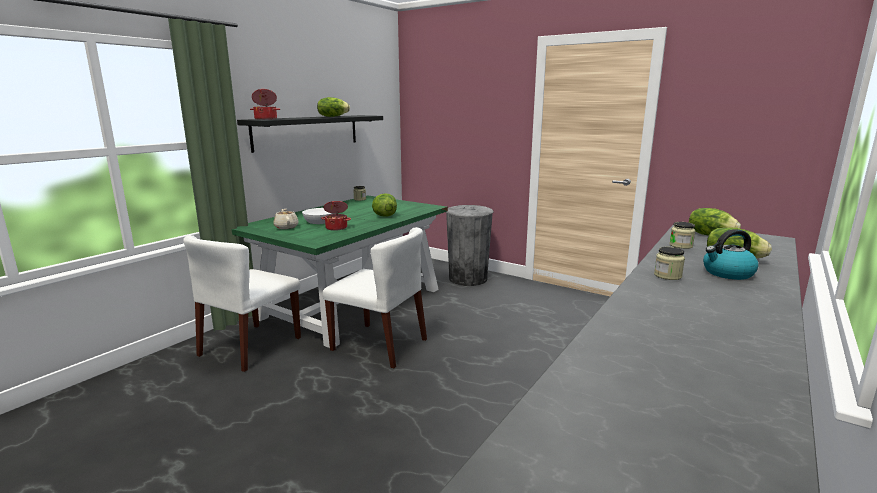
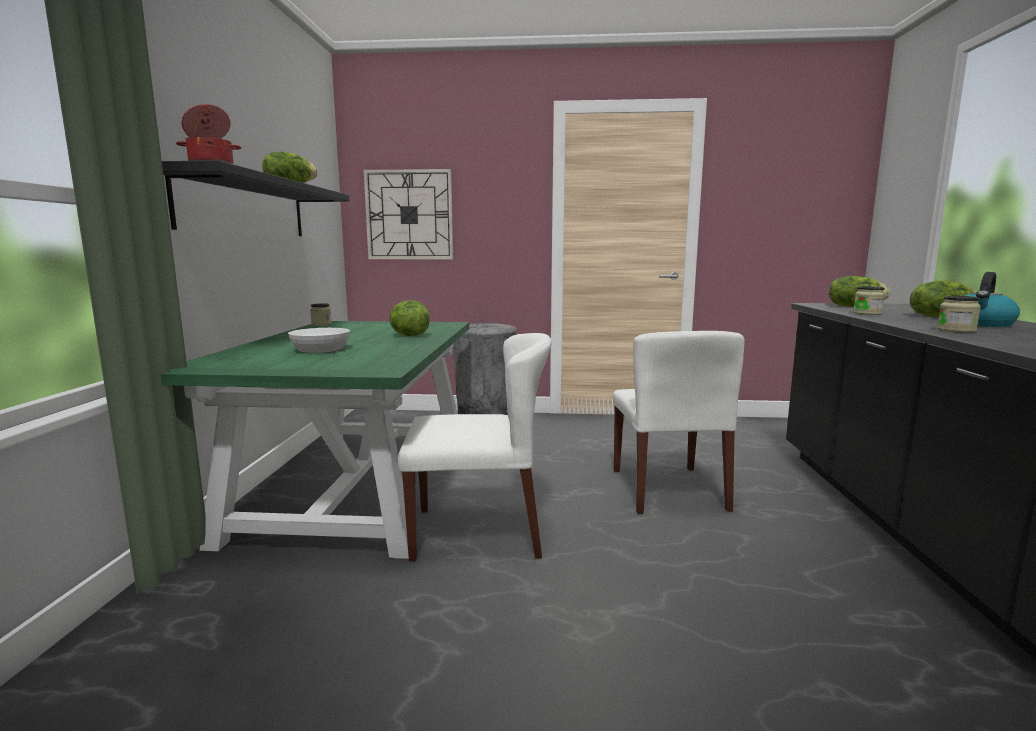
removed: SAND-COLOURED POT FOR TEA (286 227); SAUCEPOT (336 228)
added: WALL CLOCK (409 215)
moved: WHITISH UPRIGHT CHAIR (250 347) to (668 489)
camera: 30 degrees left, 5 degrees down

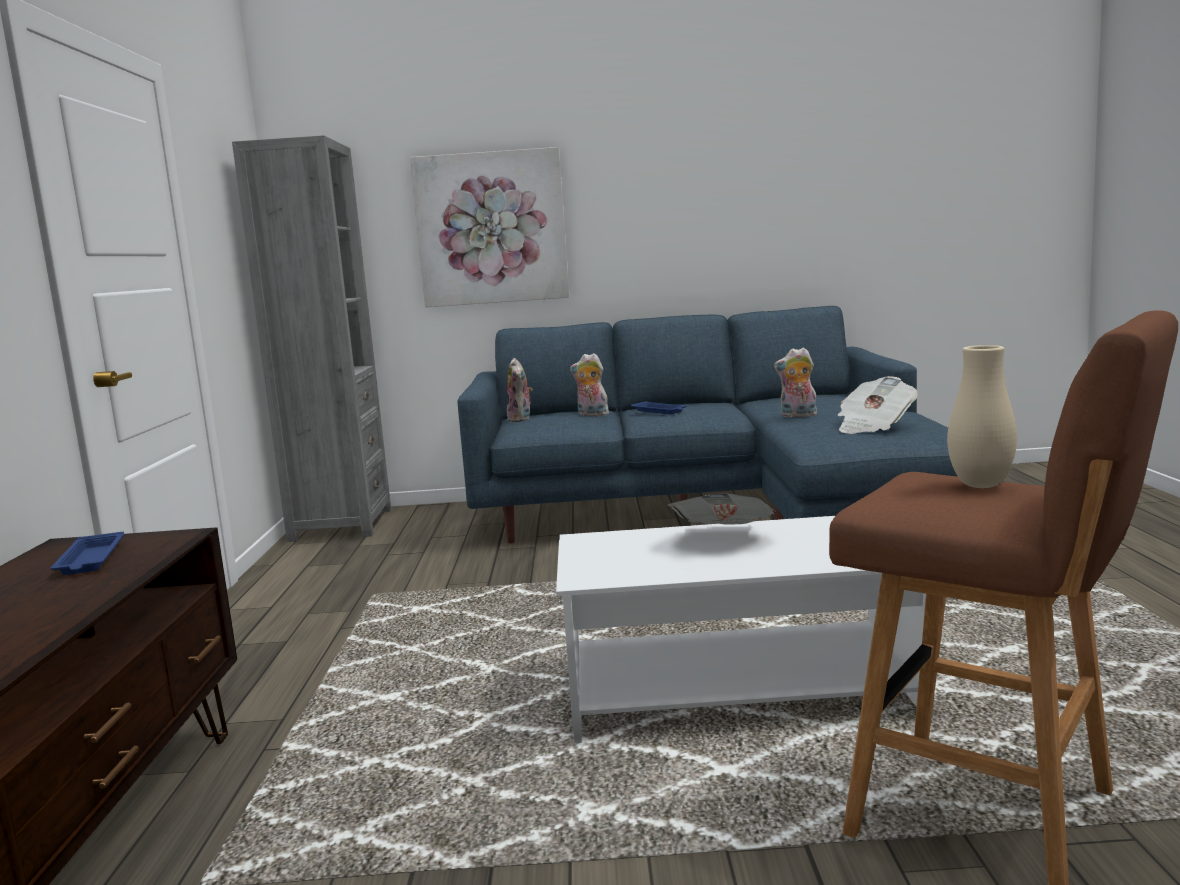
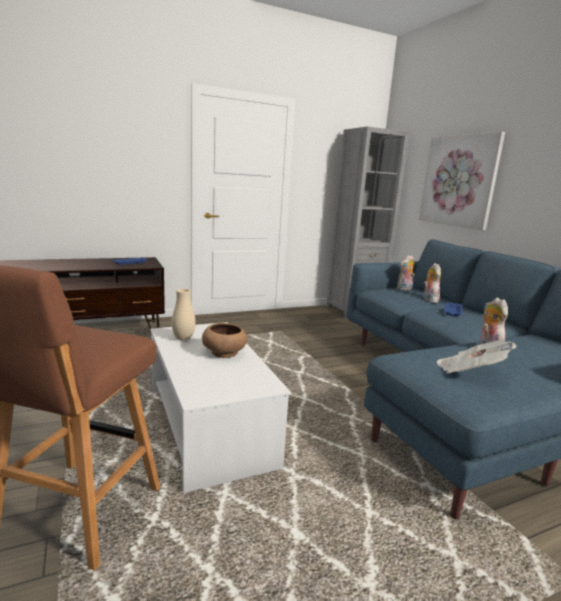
moved: SAND-COLOURED DECORATIVE VASE (980 485) to (183 339)
replaced: DAILY PAPER (724 539) to BROWNISH DEEP DISH (224 352)
camera: 65 degrees right, 5 degrees up

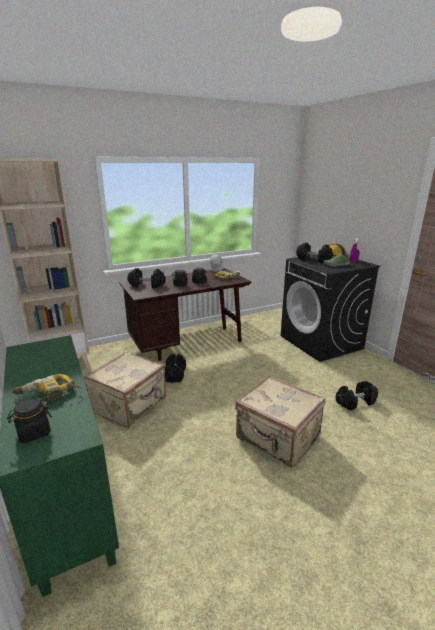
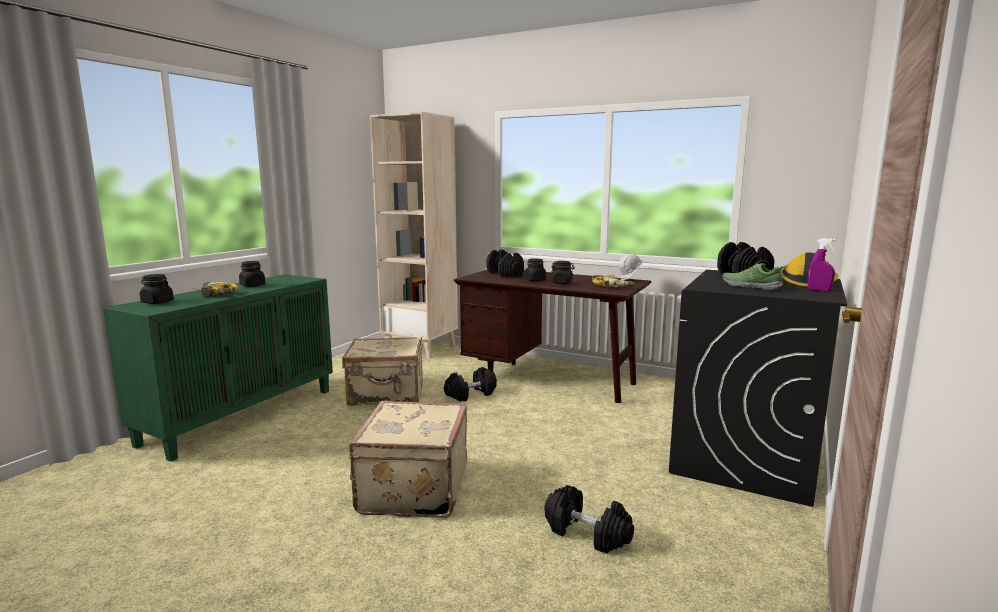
added: BLACK-COLOURED JAR (252 285)
camera: 55 degrees right, 10 degrees down

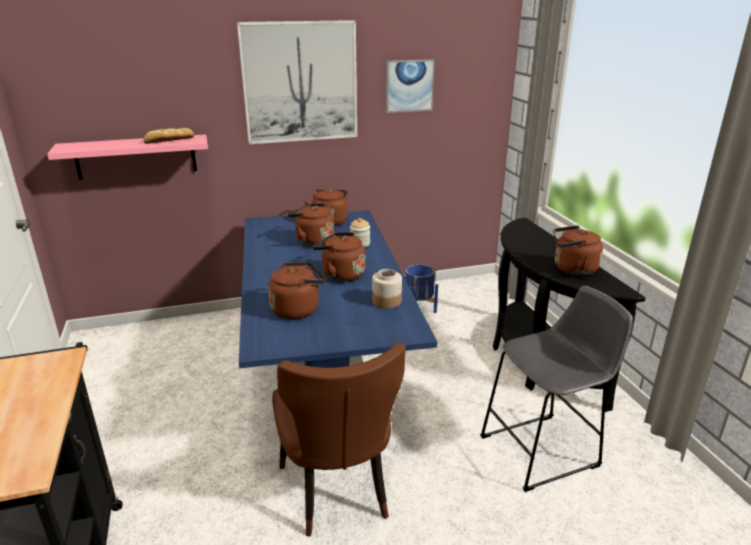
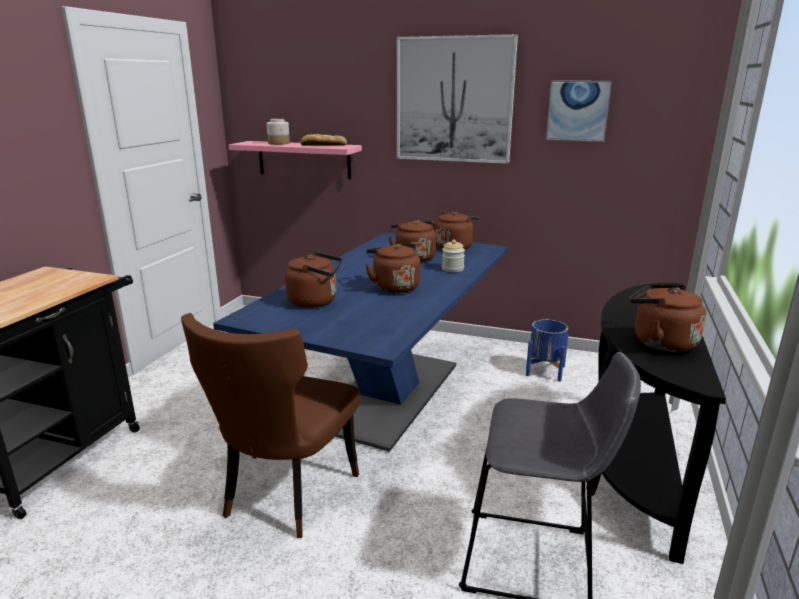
moved: JAR (387 301) to (279 143)
camera: 35 degrees right, 5 degrees down

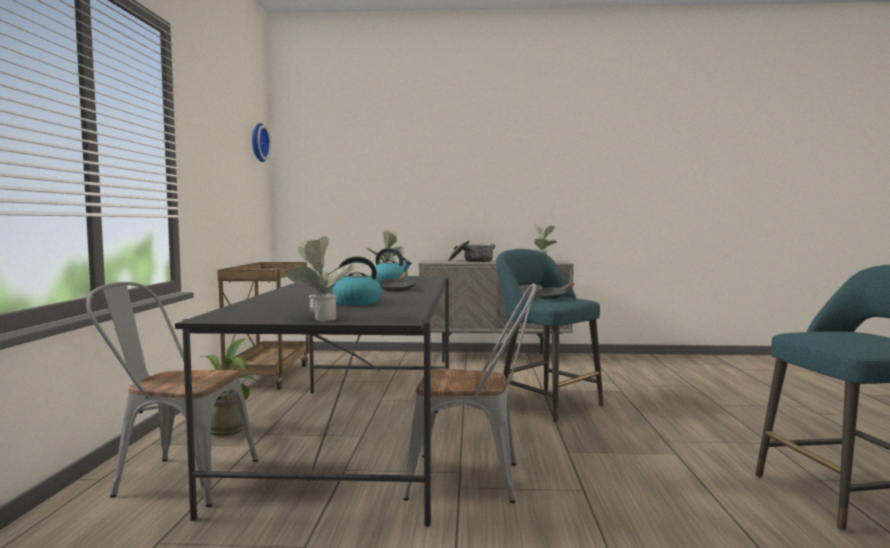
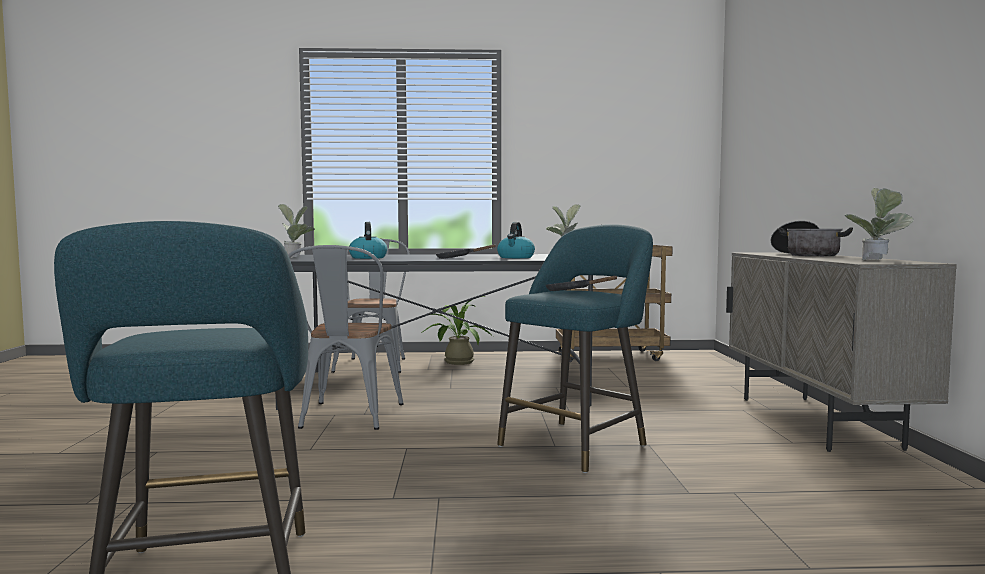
removed: WALL CLOCK (257 142)
camera: 85 degrees right, 0 degrees up

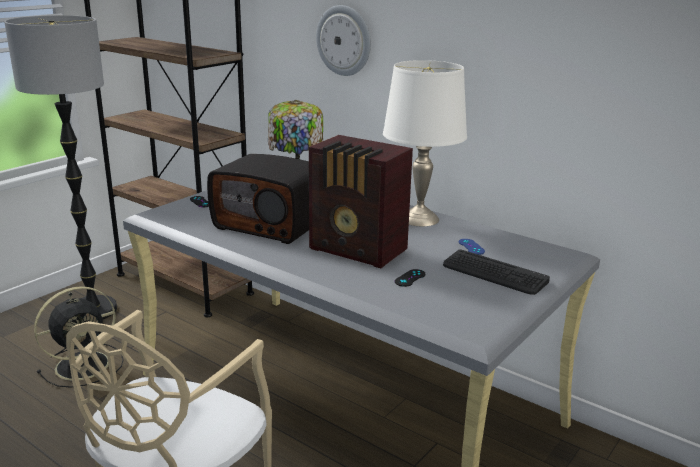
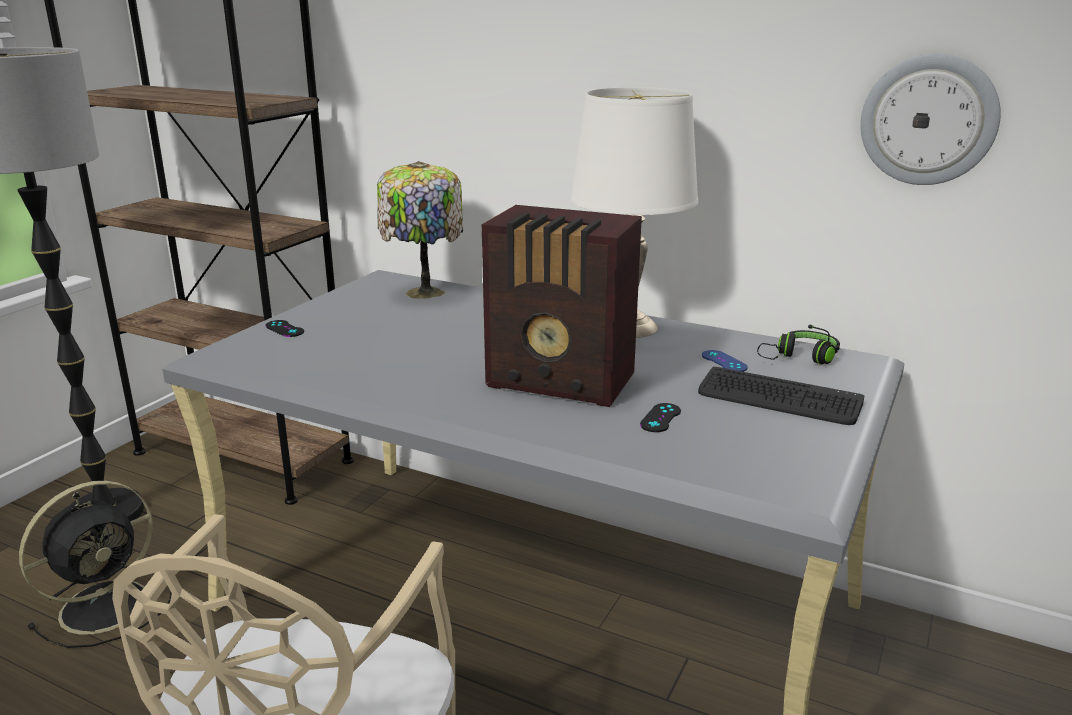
removed: RADIO RECEIVER (271 224)
added: BLACK-COLOURED HEADSET (800 357)
moved: WALL CLOCK (344 40) to (928 120)
camera: 10 degrees left, 0 degrees up

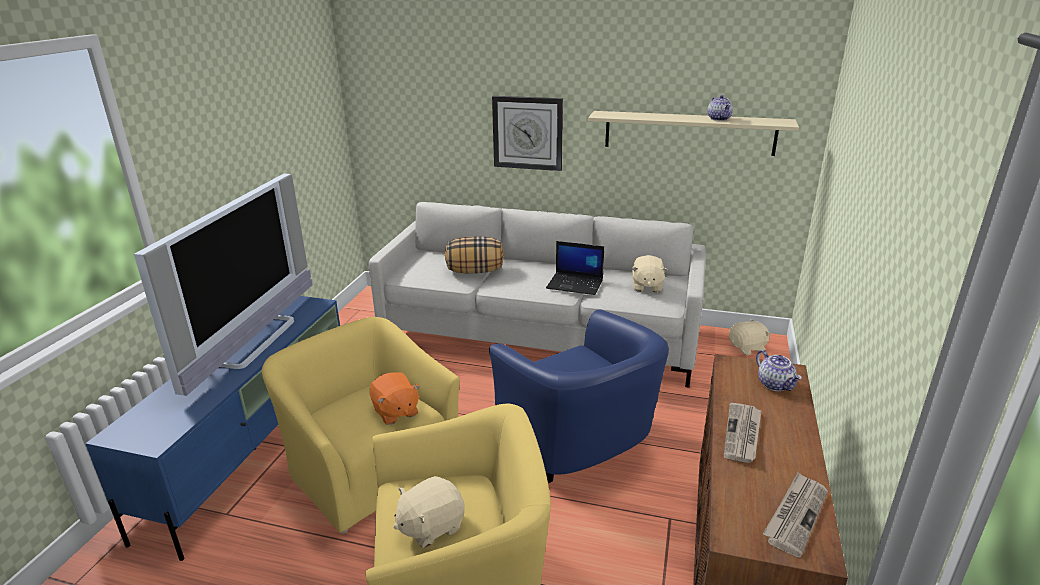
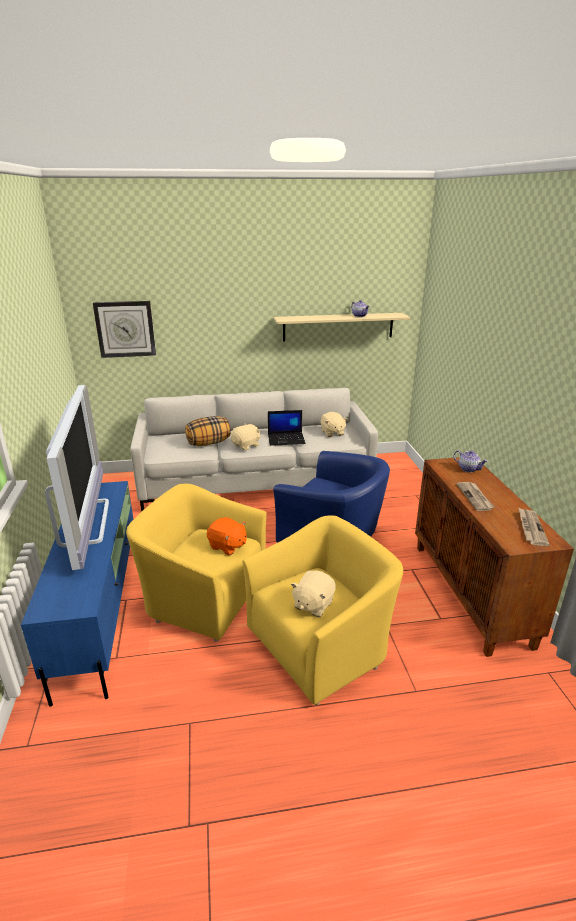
moved: WALL CLOCK (528 133) to (125 329); SAND-COLOURED CUDDLY TOY (748 348) to (246 445)
camera: 25 degrees left, 0 degrees up

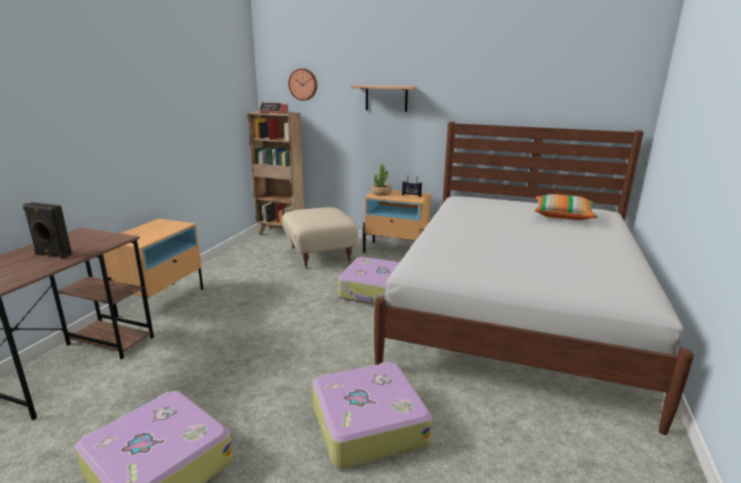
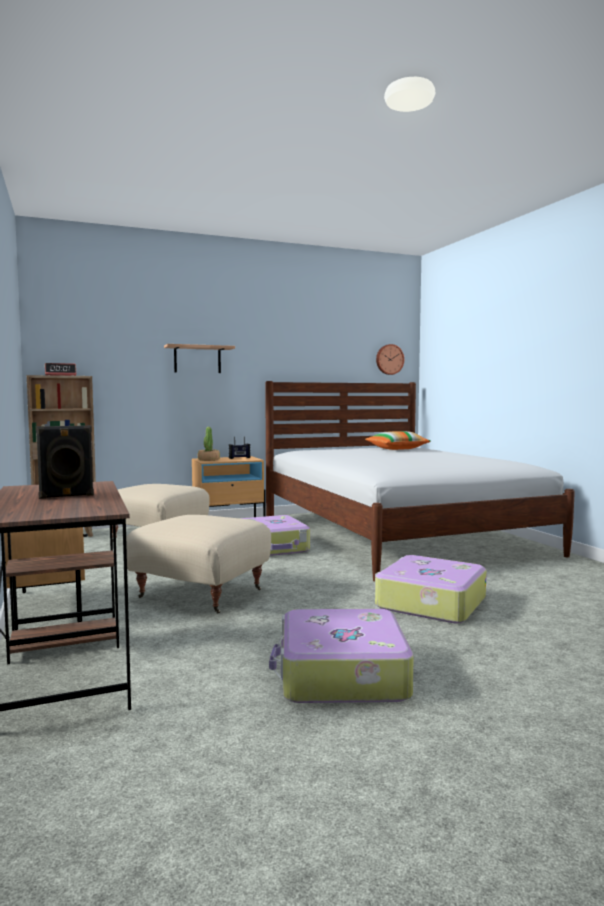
added: SAND-COLOURED POUFFE (200 594)
moved: WALL CLOCK (303 84) to (389 359)
camera: 40 degrees left, 15 degrees down

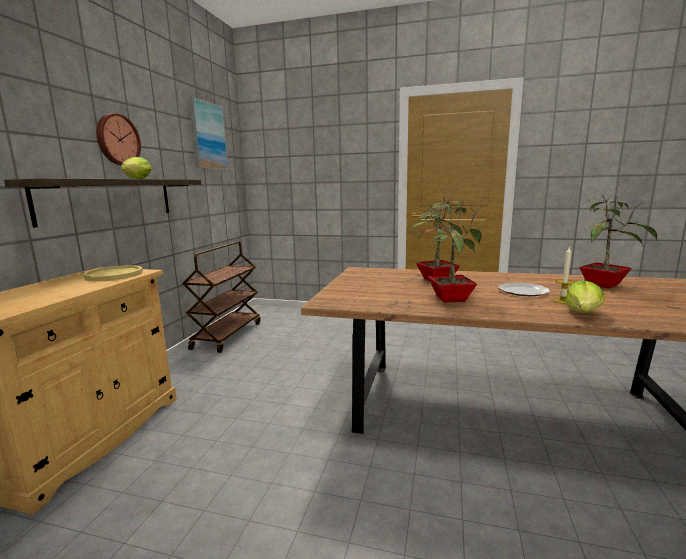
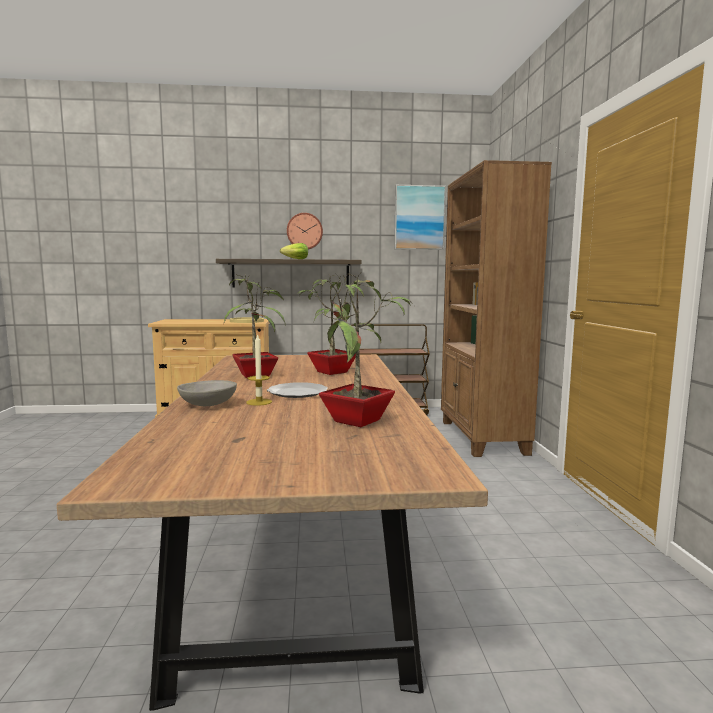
added: BROWNISH BOOKSHELF (482 437)
replaced: LETTUCE HEAD (583 313) to GREYISH DEEP DISH (208 405)
camera: 70 degrees right, 5 degrees down

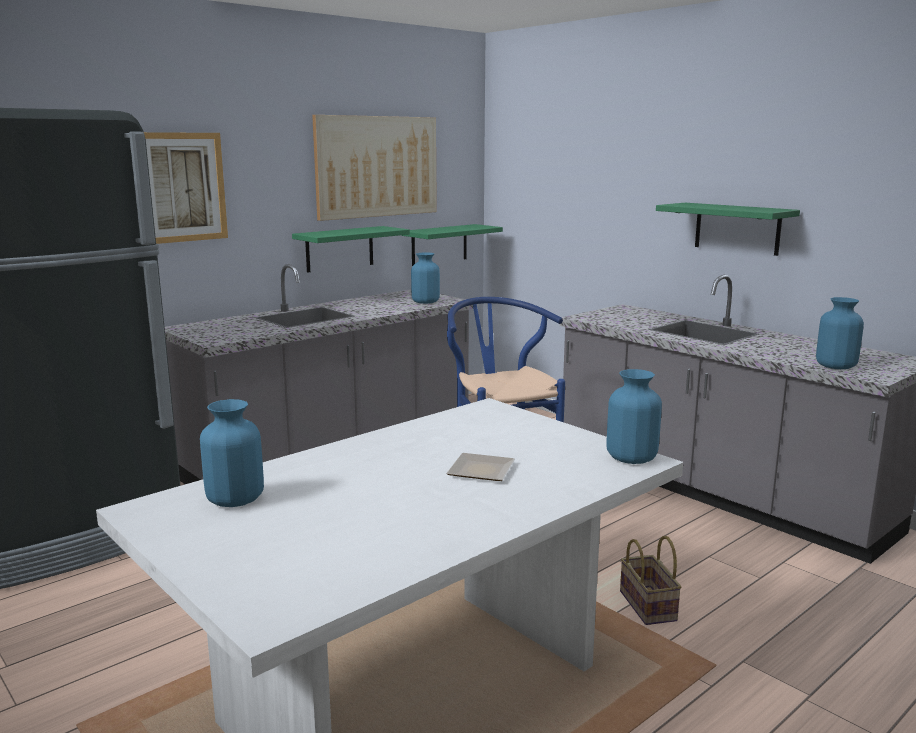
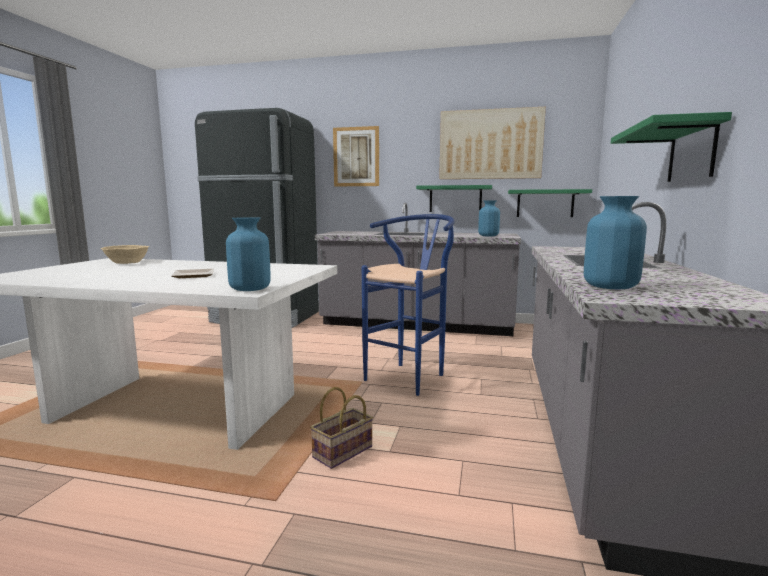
replaced: BLUISH DECORATIVE VASE (235 499) to SAND-COLOURED DEEP DISH (127 263)
camera: 55 degrees right, 5 degrees down

